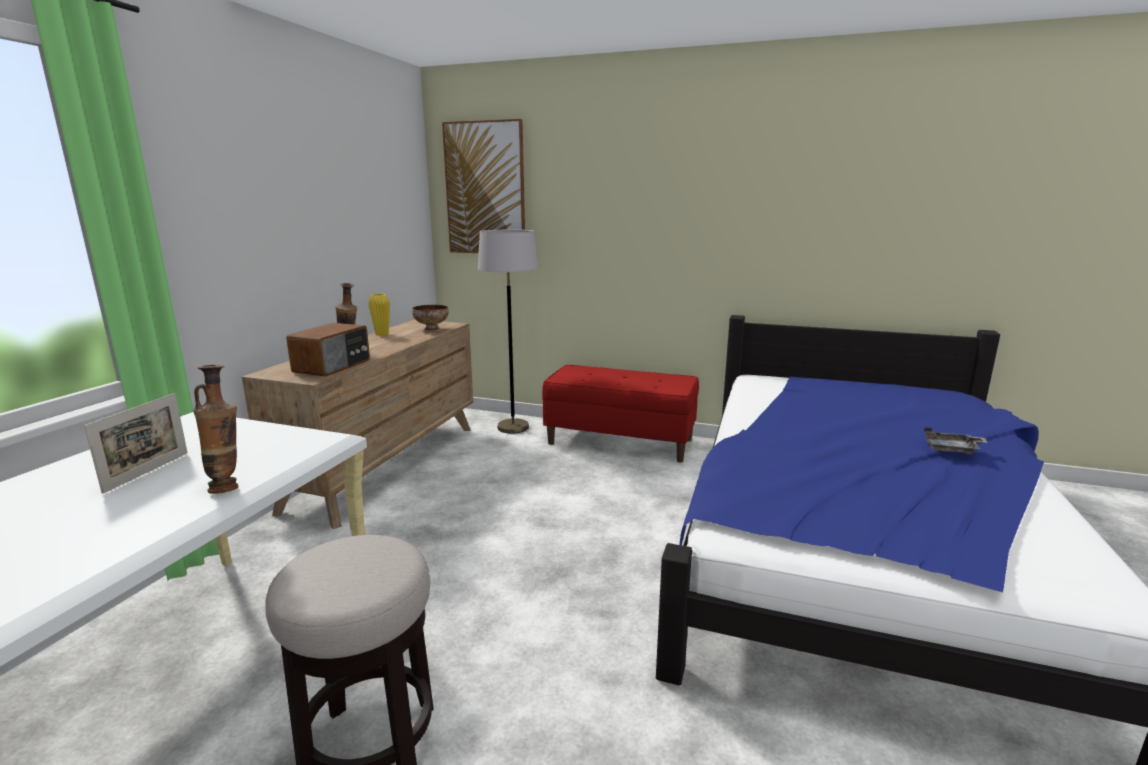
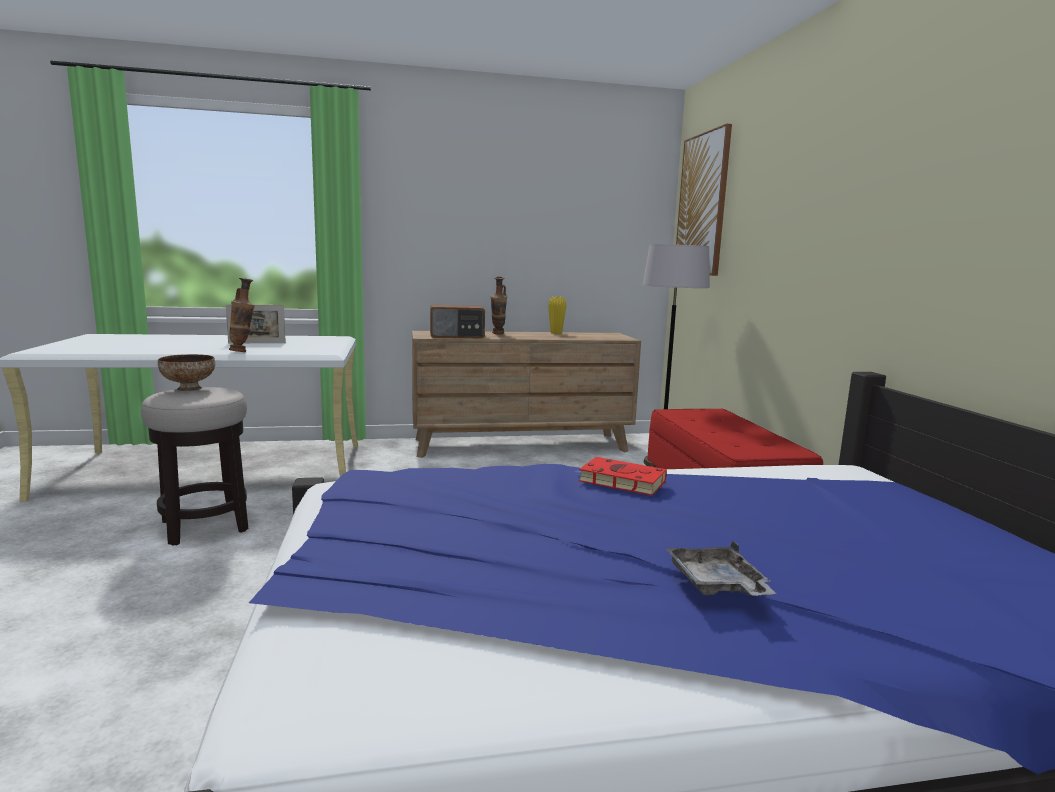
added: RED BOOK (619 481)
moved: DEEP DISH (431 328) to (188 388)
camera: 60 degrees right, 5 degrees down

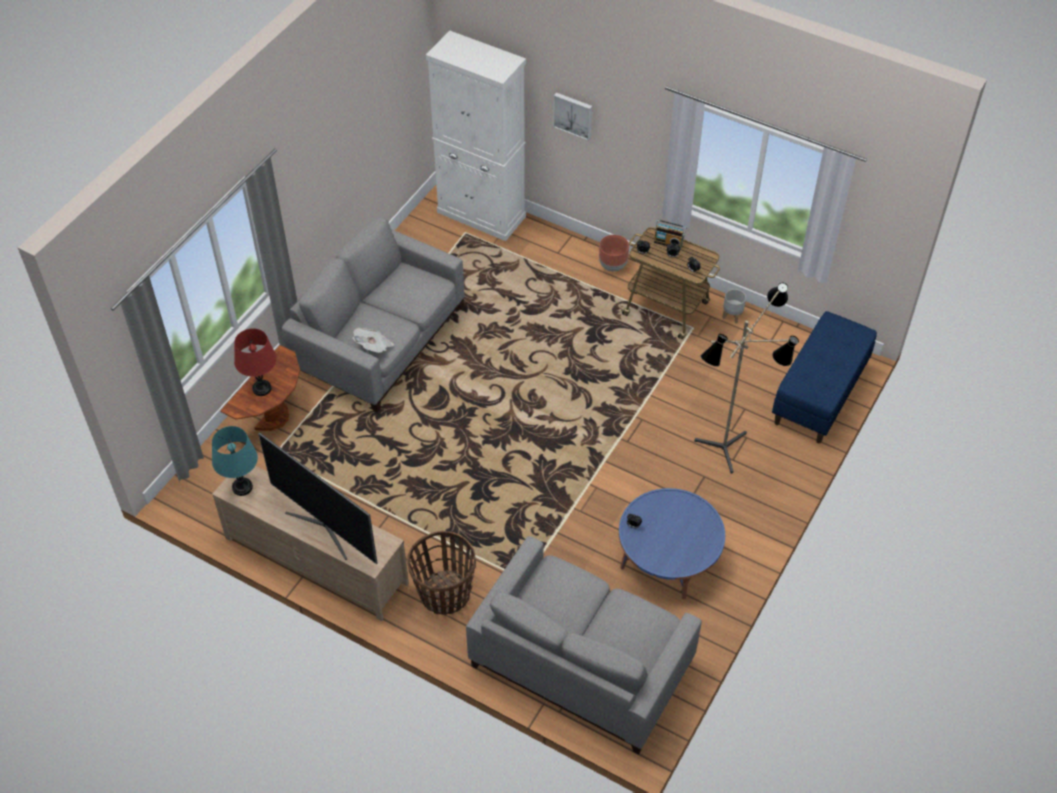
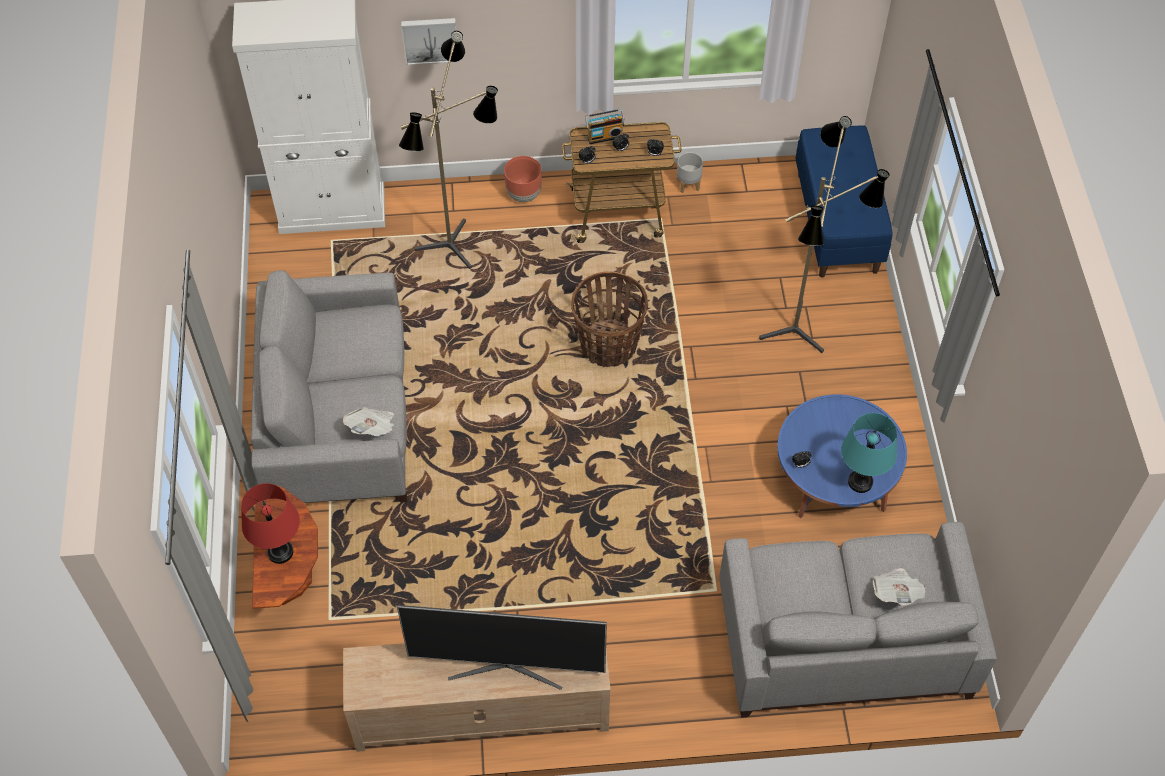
added: STANDARD LAMP (457 248); DAILY PAPER (896 592)
moved: HOUSEHOLD BASKET (444 594) to (608 345); TURQUOISE-COLOURED TABLETOP LAMP (242 487) to (860 482)
camera: 35 degrees left, 5 degrees up

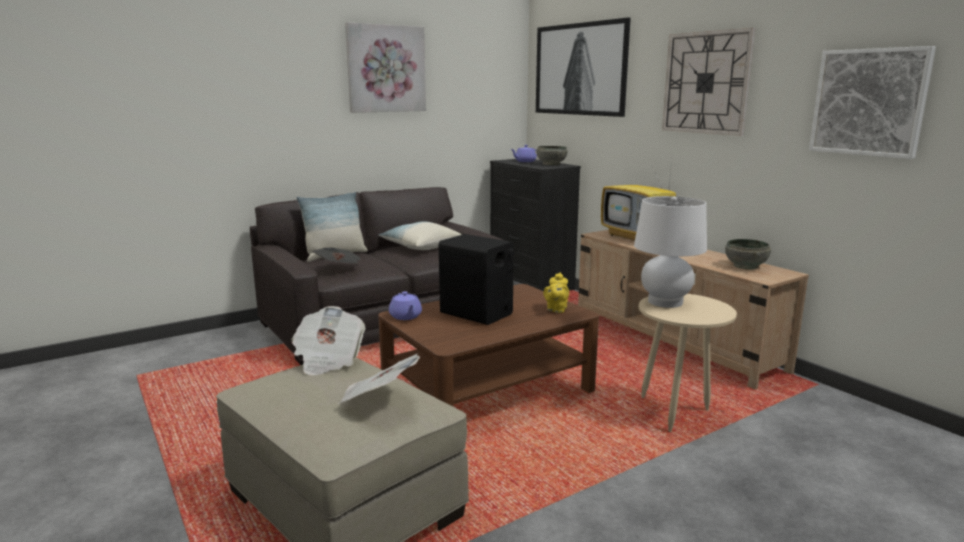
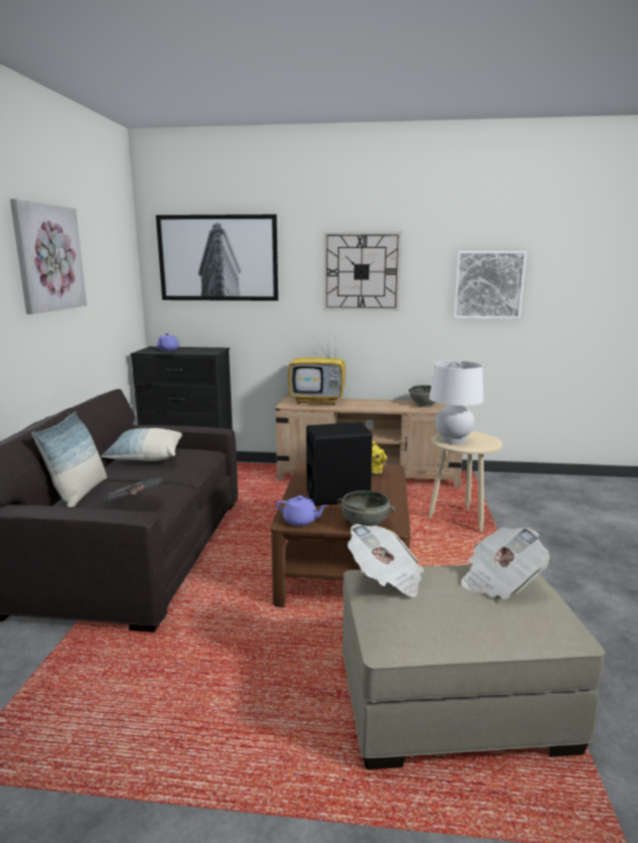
moved: GREYISH DEEP DISH (551 164) to (364 524)
camera: 50 degrees left, 0 degrees up

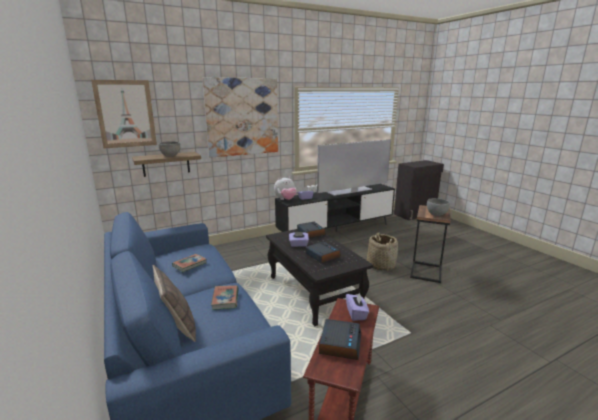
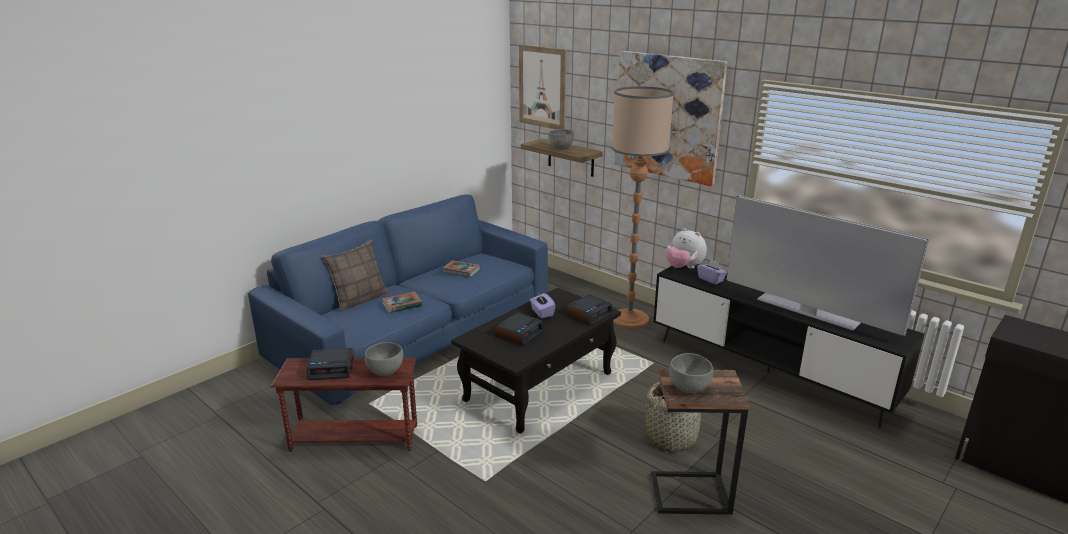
added: STANDARD LAMP (629 319)
replaced: PURPLE-COLOURED TISSUE HOLDER (356 313) to GREYISH DEEP DISH (386 372)
camera: 70 degrees right, 5 degrees up

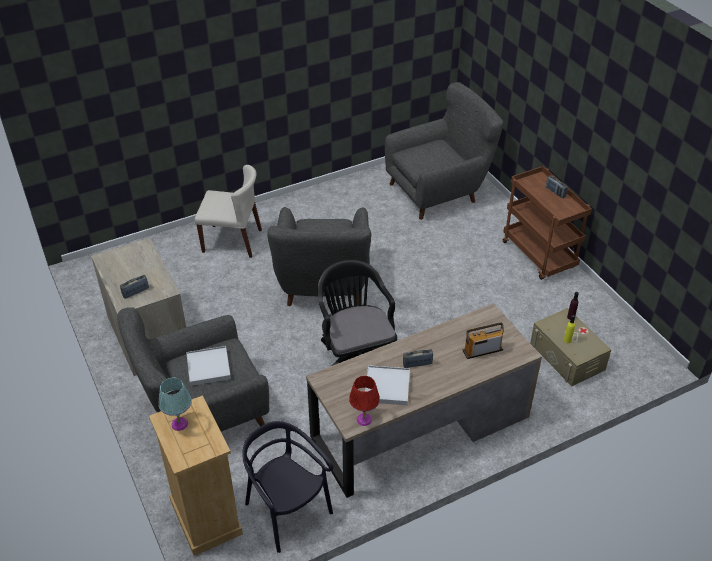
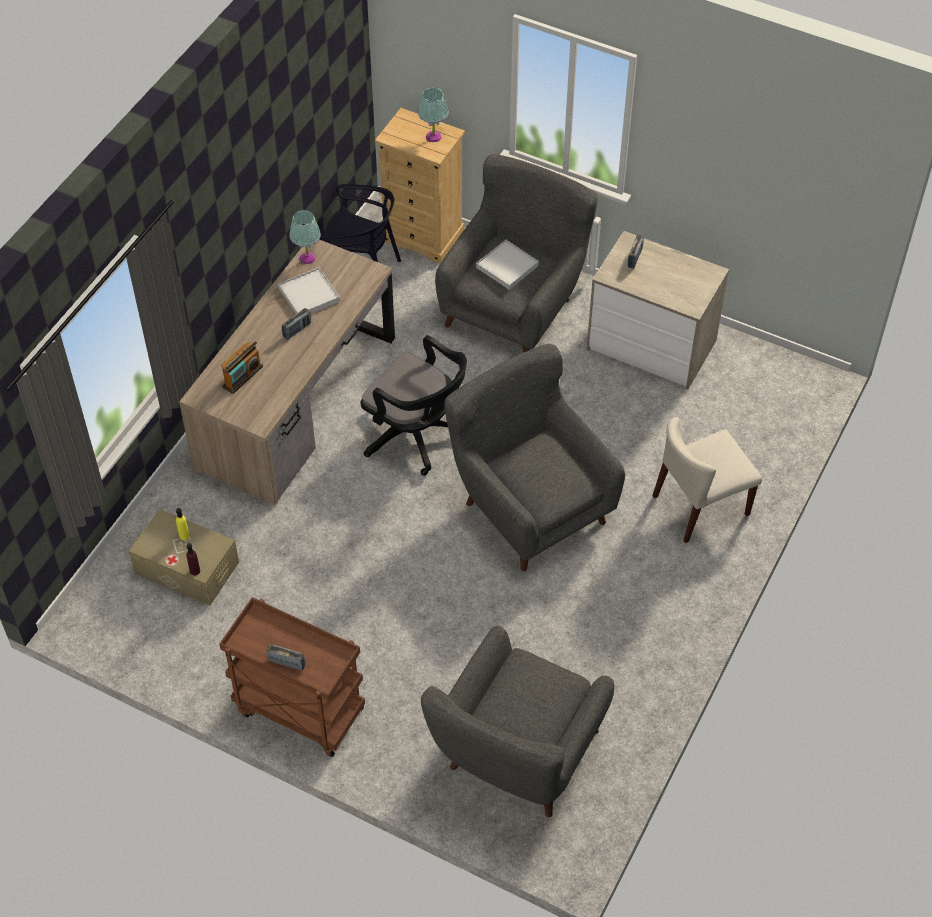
recoloured: RED TABLETOP LAMP (364 419) to TURQUOISE-COLOURED TABLETOP LAMP (307 258)
camera: 145 degrees right, 10 degrees up

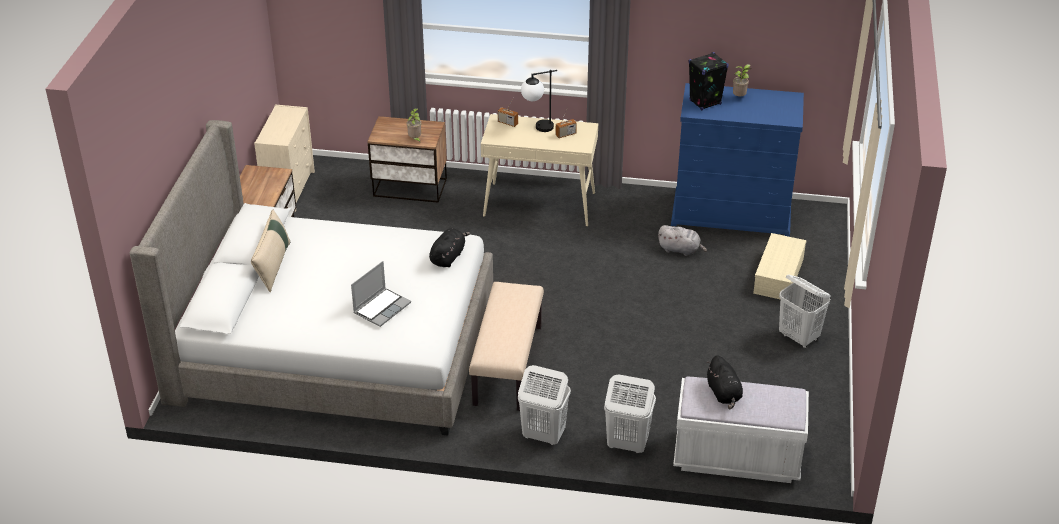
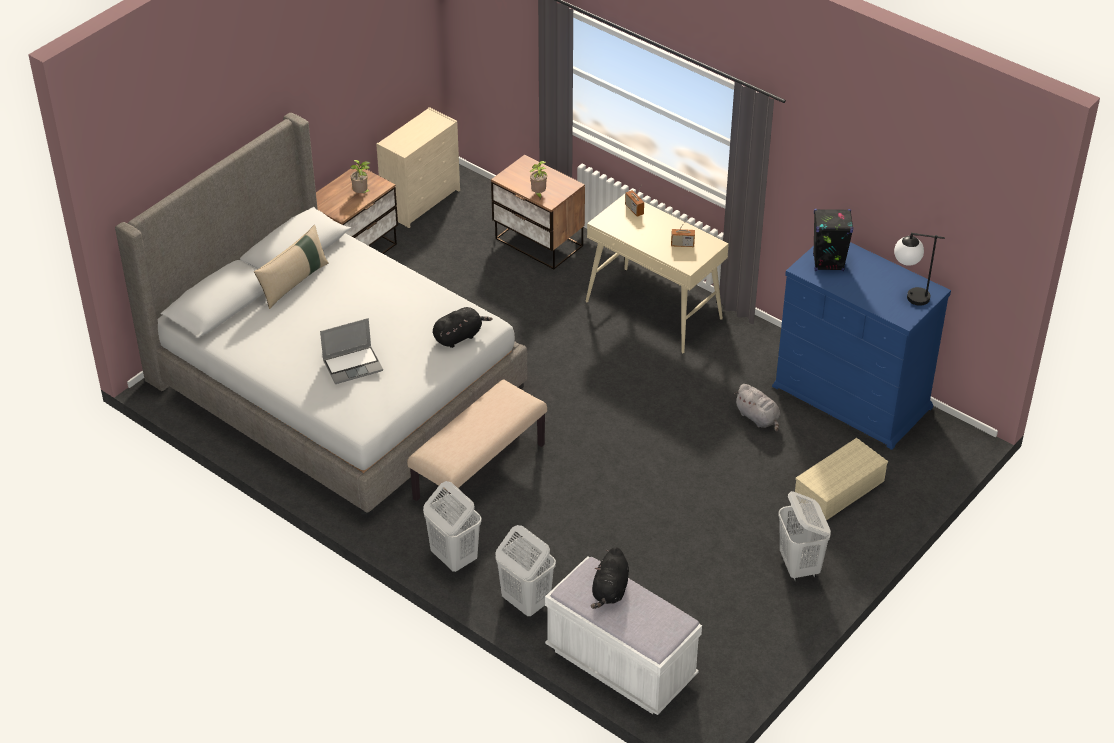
moved: HOUSEPLANT (740 97) to (361 193); TABLETOP LAMP (537 128) to (908 296)
camera: 30 degrees right, 5 degrees up

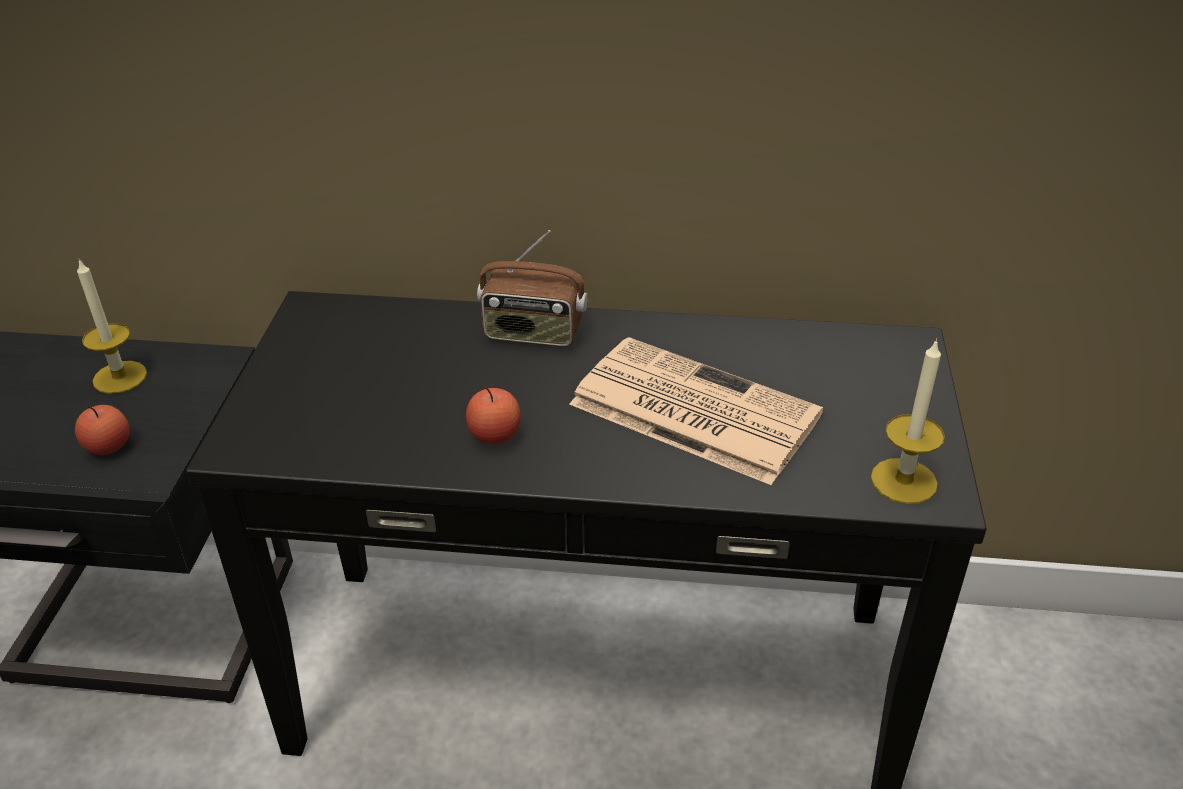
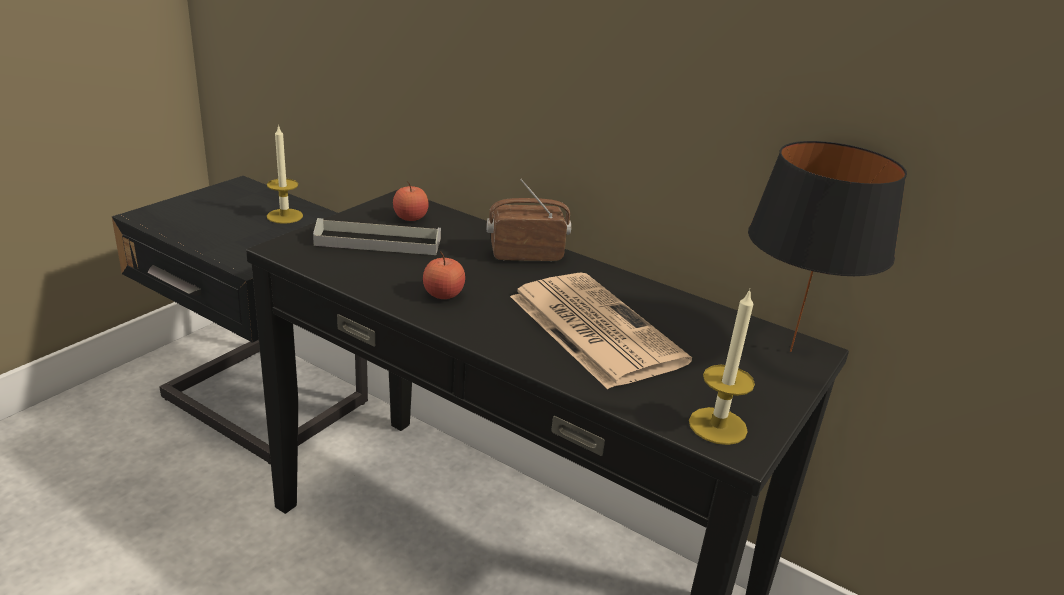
added: GREYISH TRAY (378 242); BLACK-COLOURED TABLETOP LAMP (792 352)
moved: WHOLE APPLE (108 446) to (410 218)
turned: RADIO RECEIVER (533 333) = (526 254) 135 degrees clockwise
camera: 25 degrees right, 10 degrees down

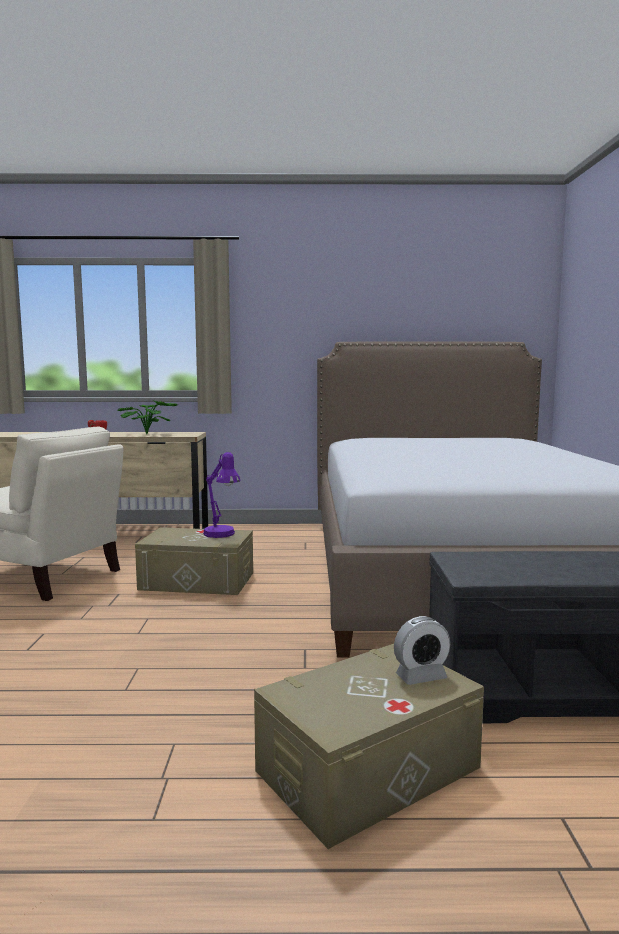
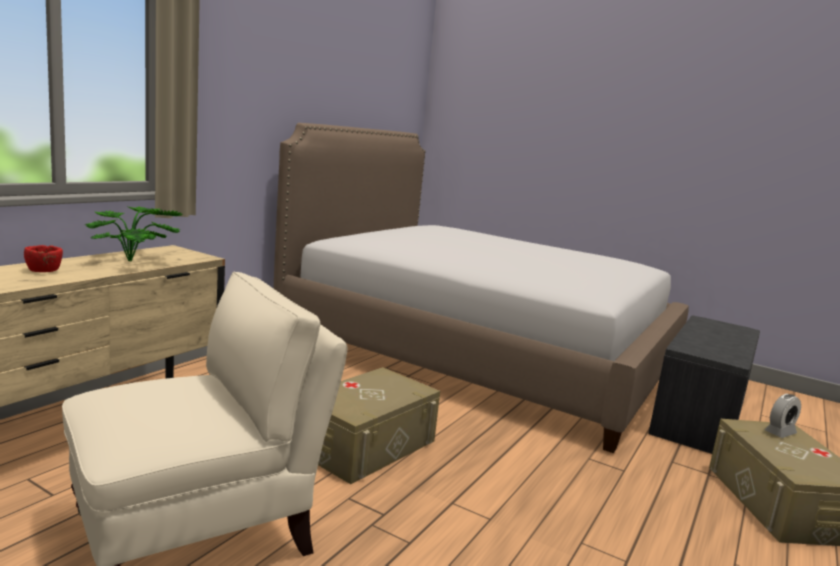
removed: PURPLE-COLOURED TABLETOP LAMP (222 535)
turned: ALARM CLOCK (421 677) = (780 432) 45 degrees clockwise
camera: 60 degrees left, 5 degrees up

